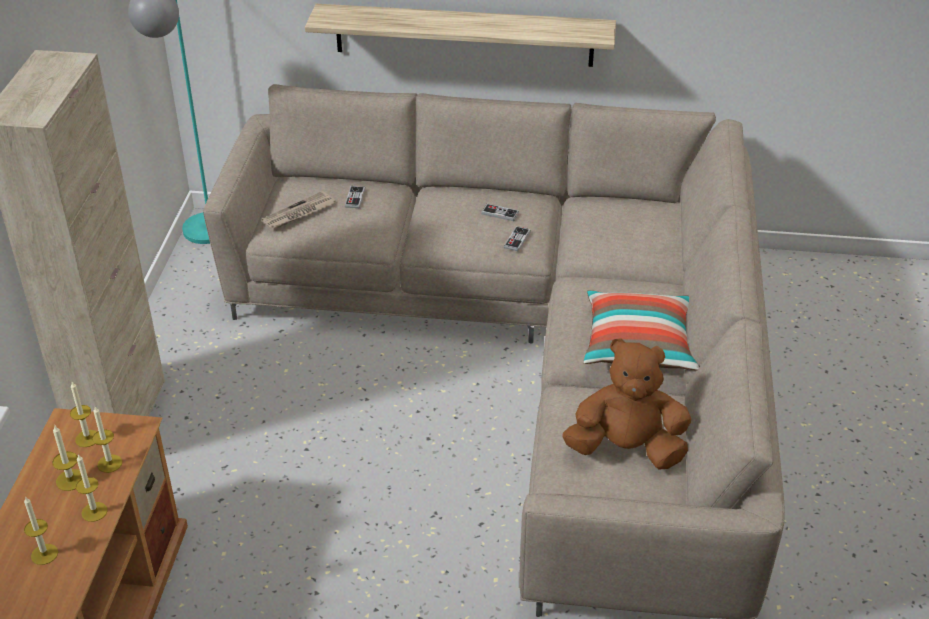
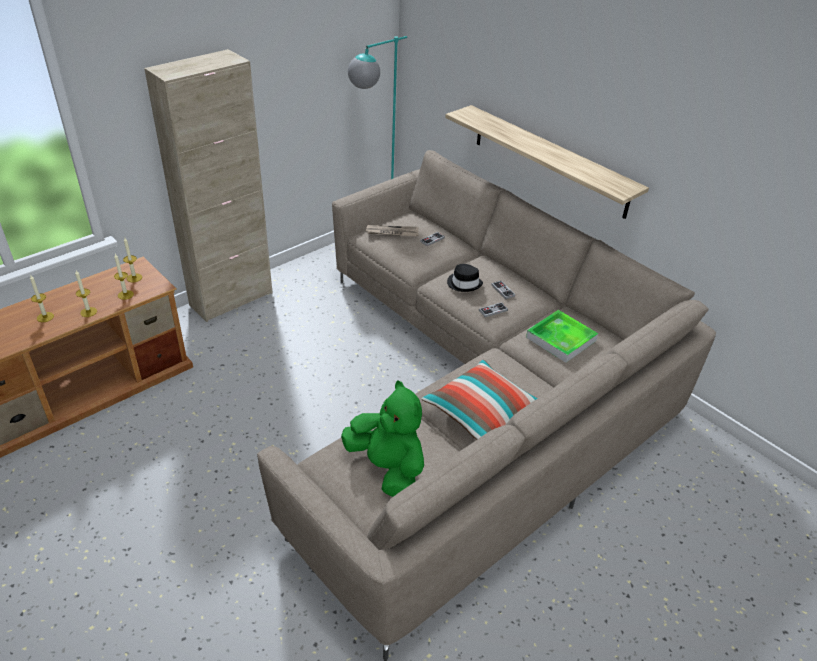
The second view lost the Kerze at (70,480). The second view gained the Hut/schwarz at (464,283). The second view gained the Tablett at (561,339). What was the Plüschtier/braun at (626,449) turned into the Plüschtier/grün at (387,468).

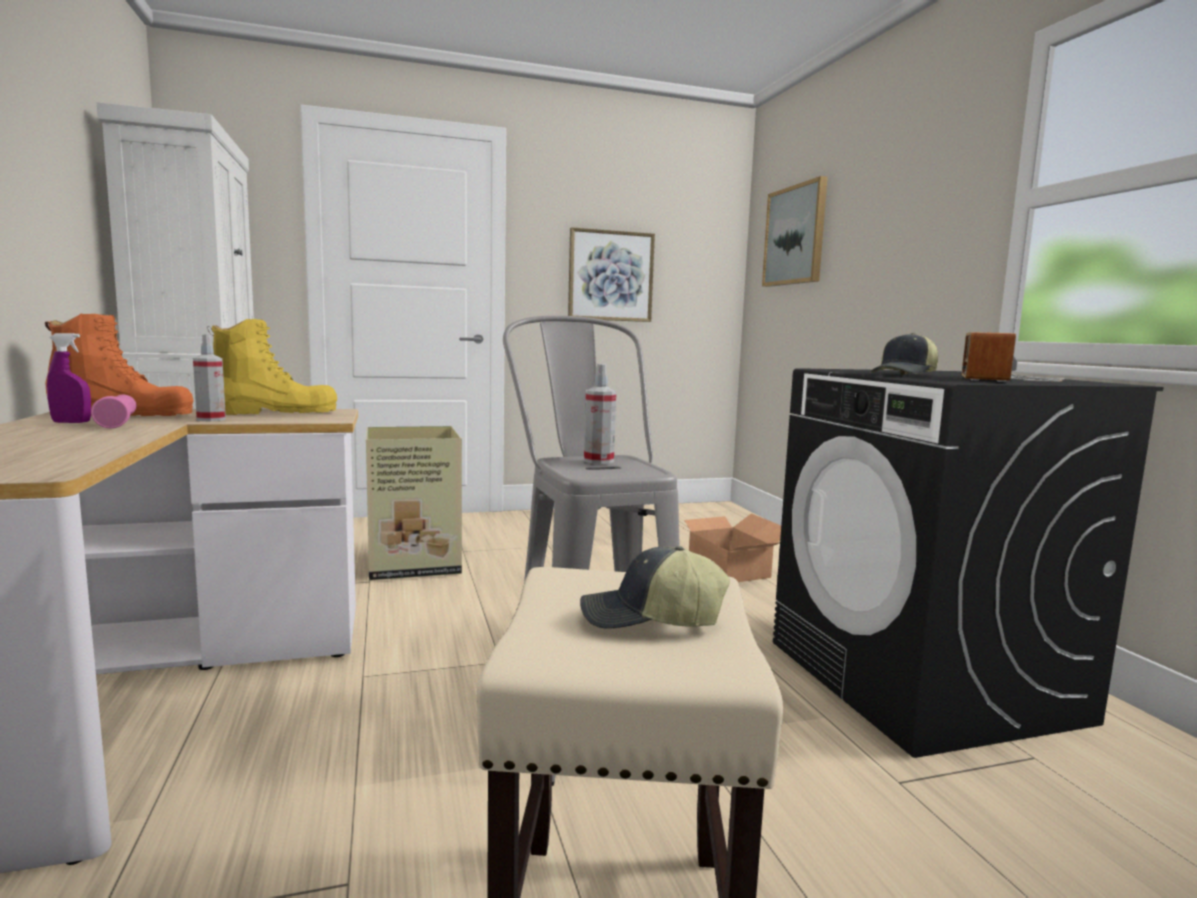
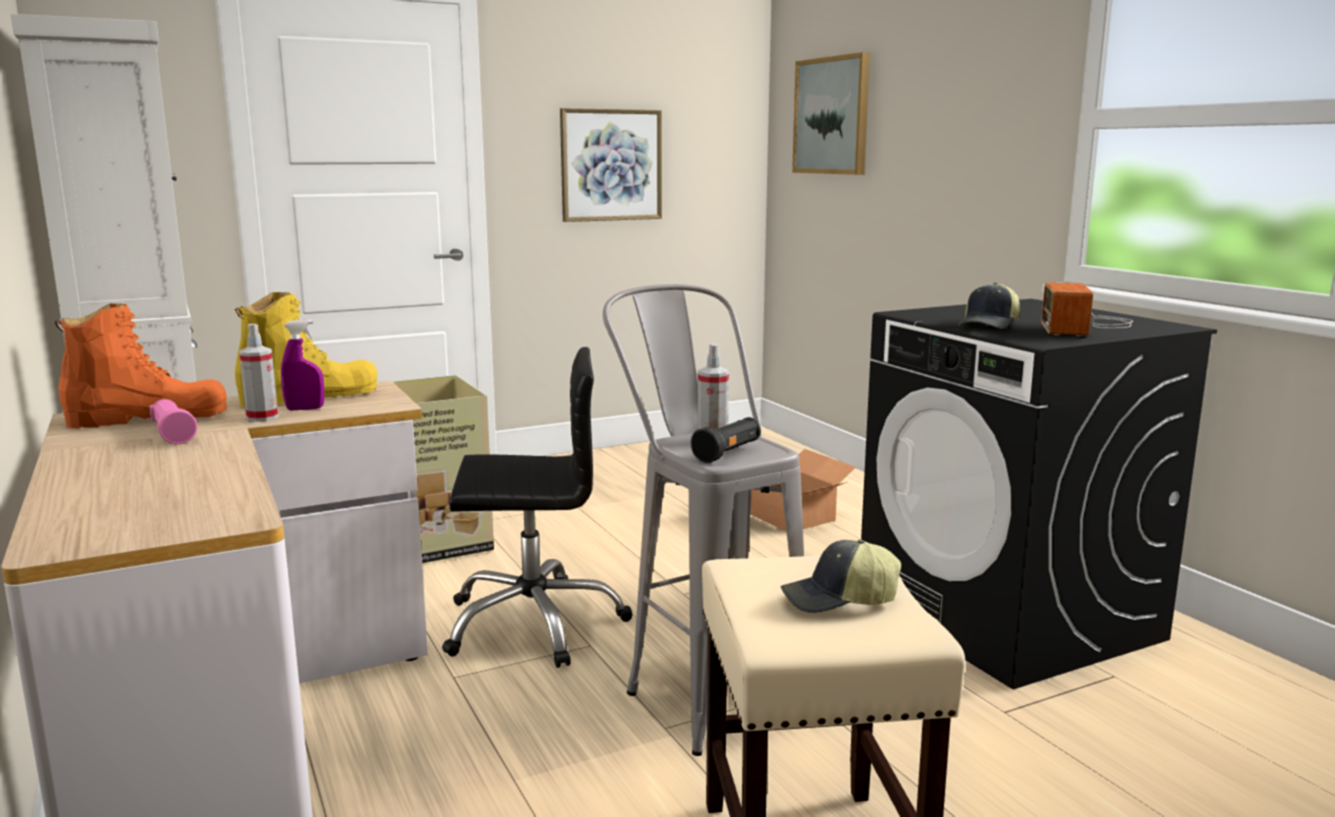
The second view gained the Bürostuhl/schwarz at (534,623). The second view gained the Taschenlampe/schwarz at (728,453). The Sprühflasche/lila ended up elsewhere, having gone from (71,422) to (305,409).

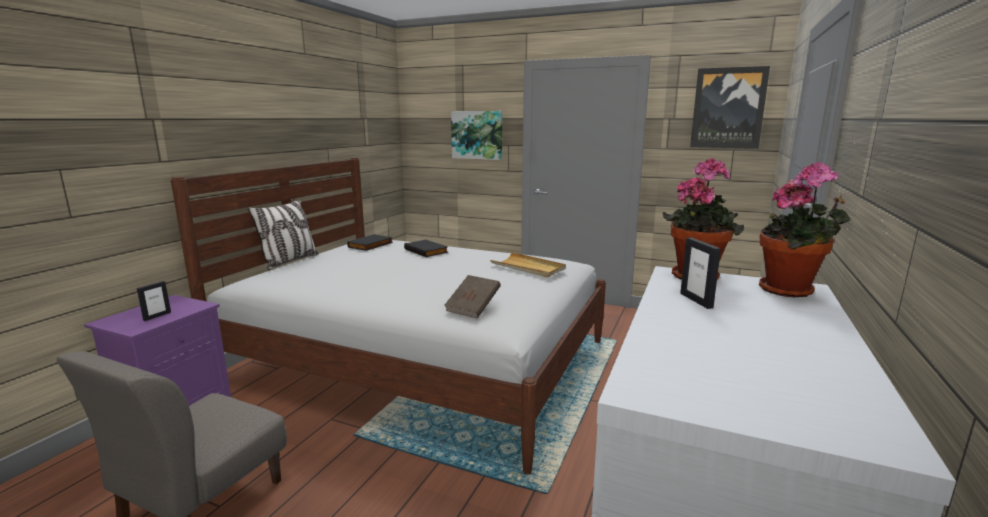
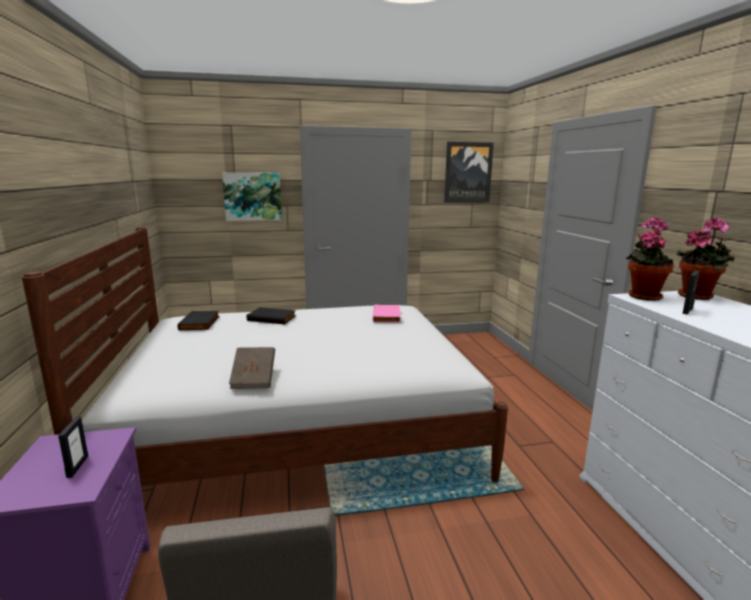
The second view lost the Kissen at (289,261). The Buch/braun ended up elsewhere, having gone from (473,308) to (254,379). Where the Tablett/beige stood at (528,267), the Buch/rosa came to stand at (387,316). The Bilderrahmen at (696,300) ended up facing another way, 90 degrees clockwise from before.

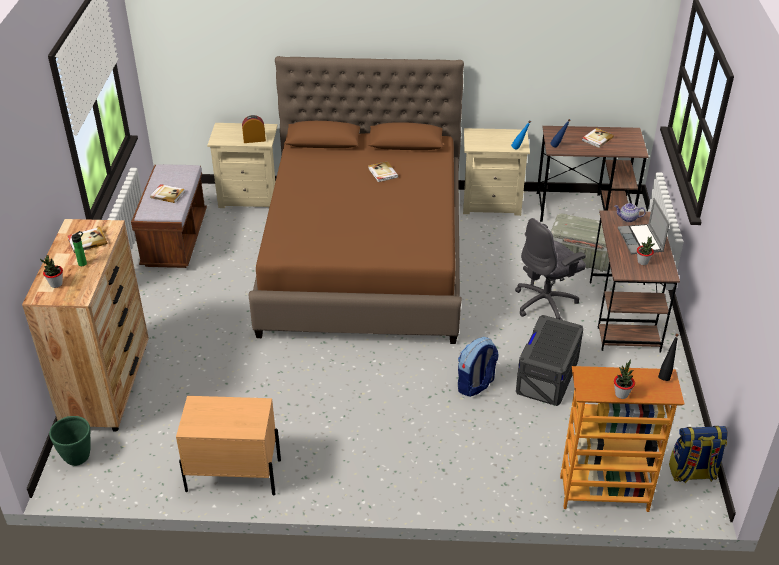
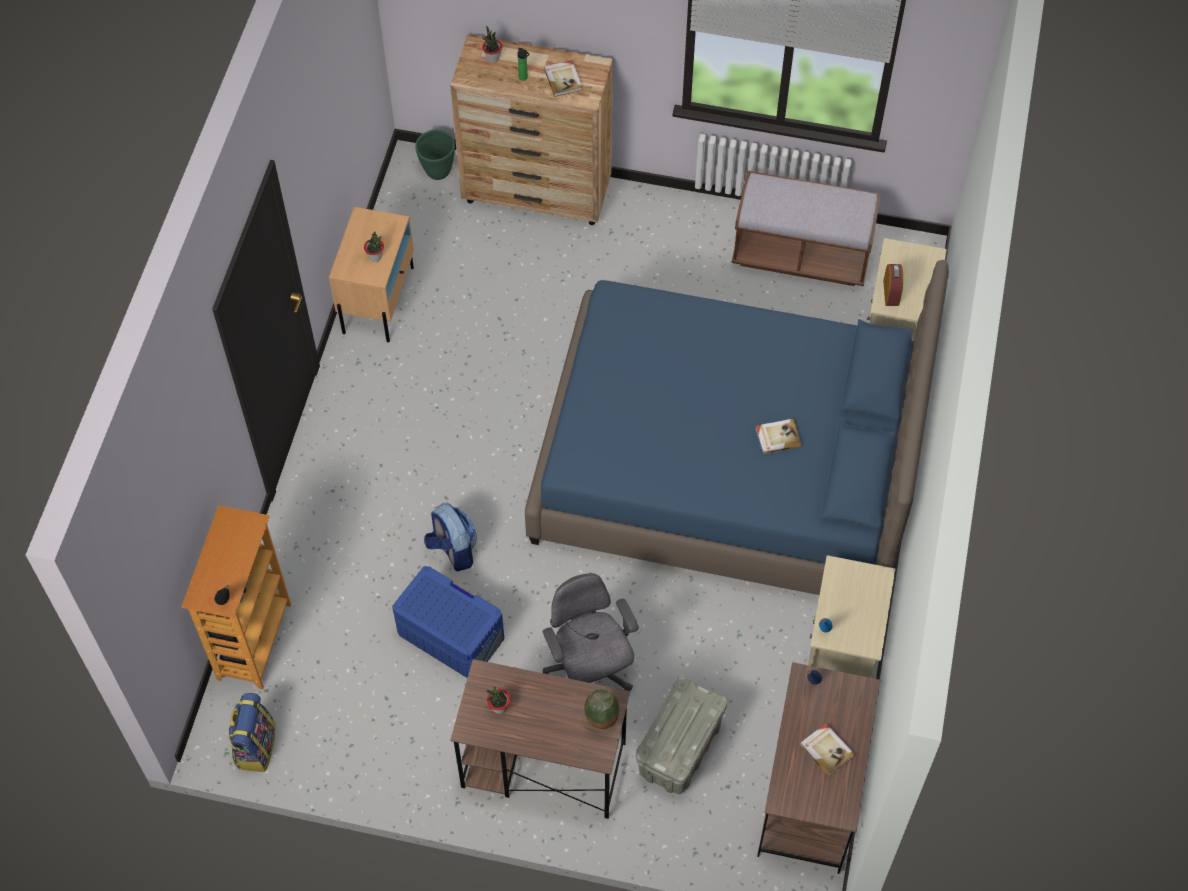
The second view lost the Buch at (167,194). The second view lost the Laptop at (641,241). The Topfpflanze ended up elsewhere, having gone from (621,394) to (375,257). Where the Teekanne stood at (628,219), the Vase came to stand at (601,722). What was the Bett/braun at (364,258) turned into the Bett/blau at (727,466). What was the Aufbewahrungsbox/grau at (547,375) turned into the Aufbewahrungsbox/blau at (450,635).

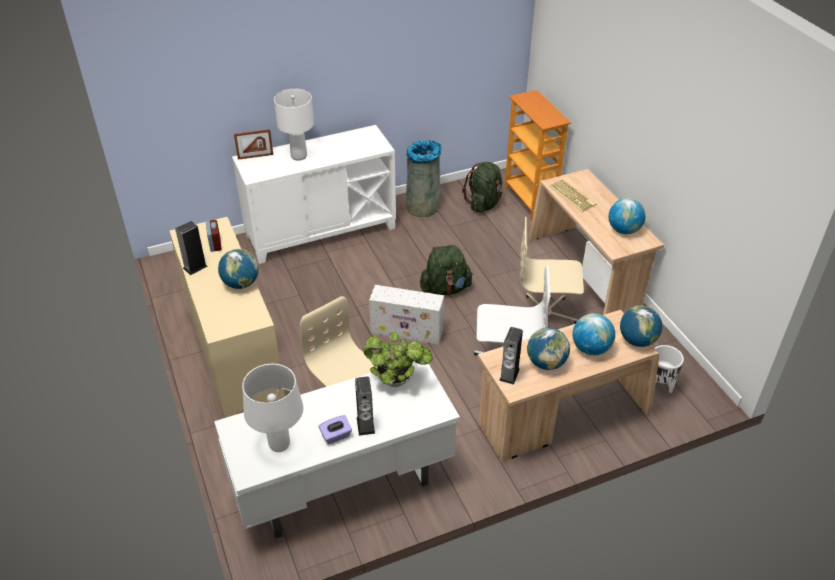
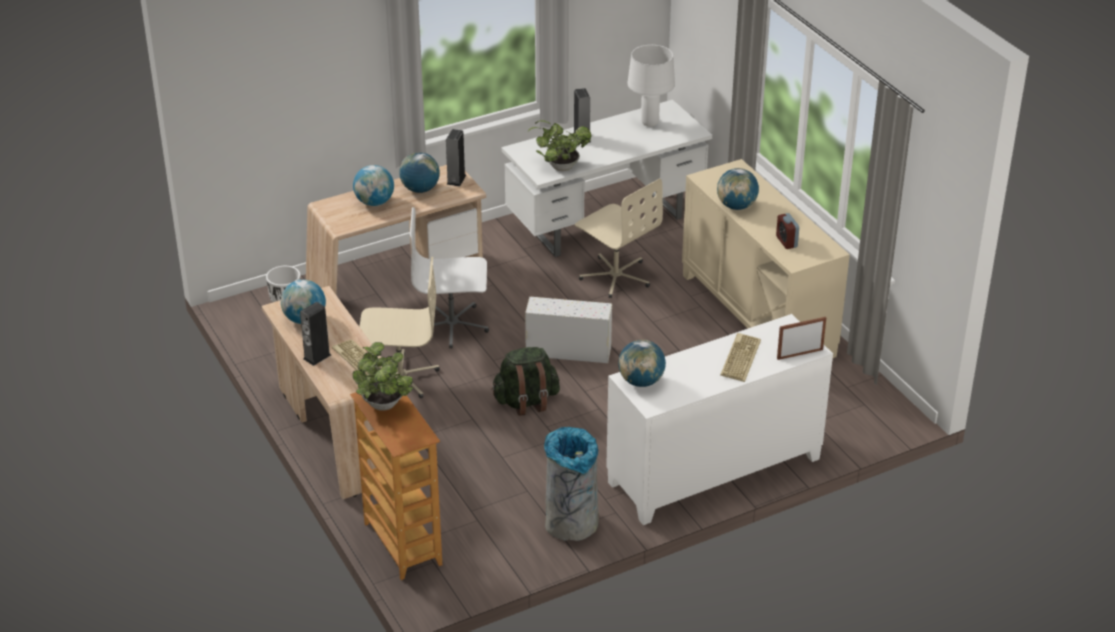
The second view lost the Taschentuchbox/lila at (336,436). The second view lost the Rucksack/grün at (484,204). The second view gained the Topfpflanze at (384,406). The Lautsprecher ended up elsewhere, having gone from (195,267) to (317,357). The Globus ended up elsewhere, having gone from (637,340) to (641,381). Where the Tischlampe/weiß stood at (299,156), the Tastatur came to stand at (739,357).

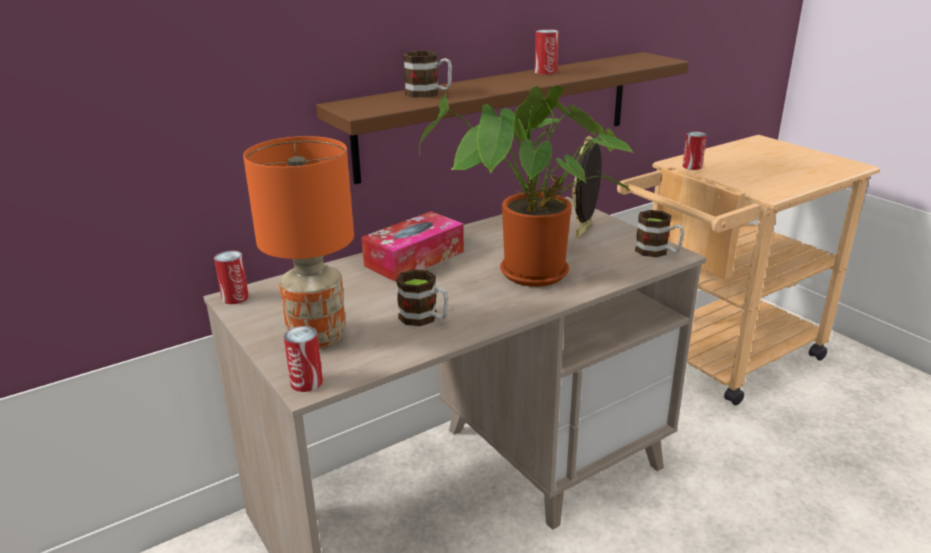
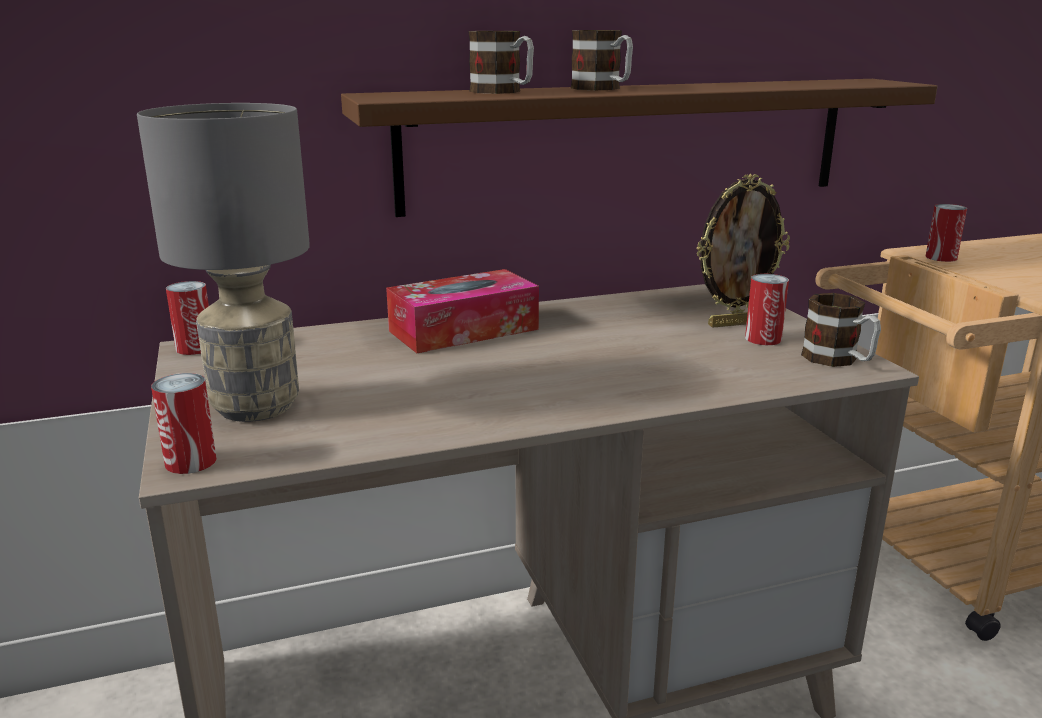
The second view lost the Topfpflanze at (530,277). The Henkelbecher ended up elsewhere, having gone from (424,319) to (603,89). The Dose ended up elsewhere, having gone from (545,72) to (763,339). What was the Tischlampe/orange at (318,337) turned into the Tischlampe/grau at (256,407). The Bilderrahmen at (584,232) ended up facing another way, 150 degrees counterclockwise from before.

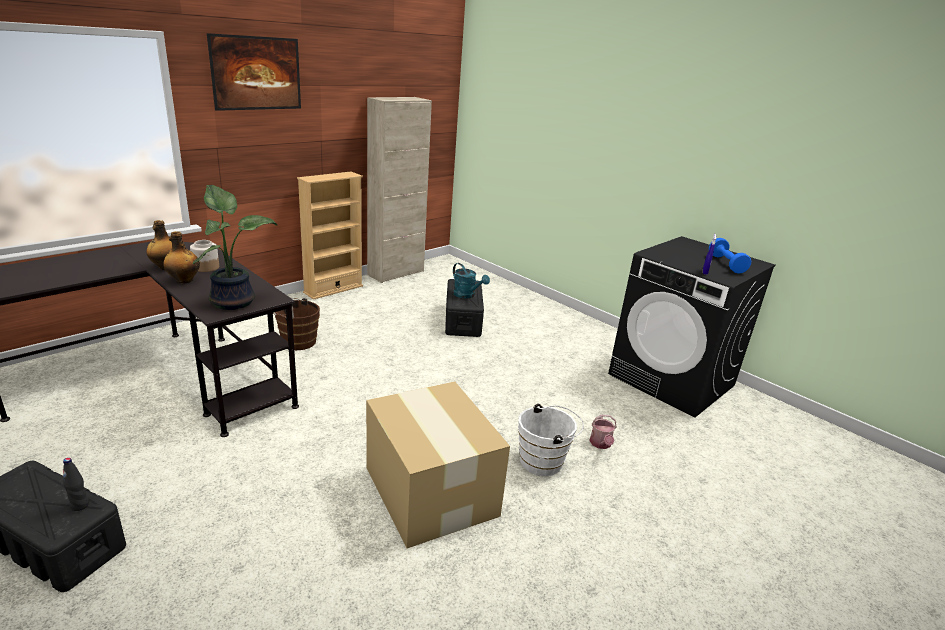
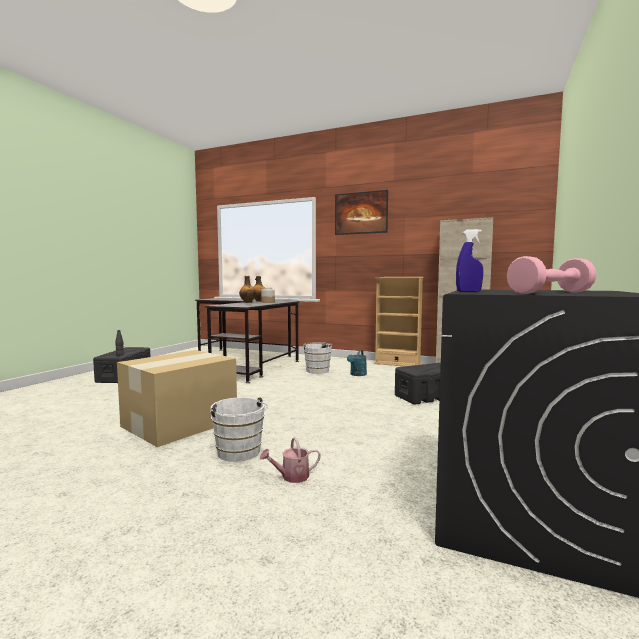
The second view lost the Topfpflanze at (234,301). The Gießkanne/türkis ended up elsewhere, having gone from (467,295) to (357,374). What was the Eimer/braun at (296,341) turned into the Eimer/weiß at (317,370). What was the Hantel/blau at (726,264) turned into the Hantel/rosa at (550,293).

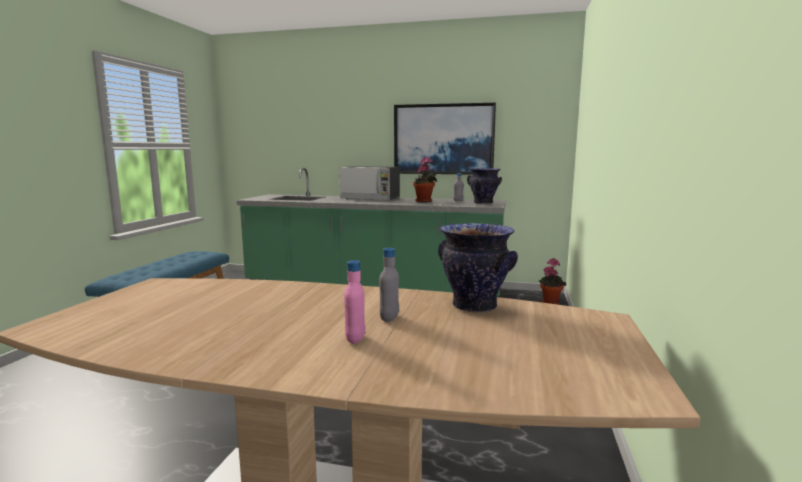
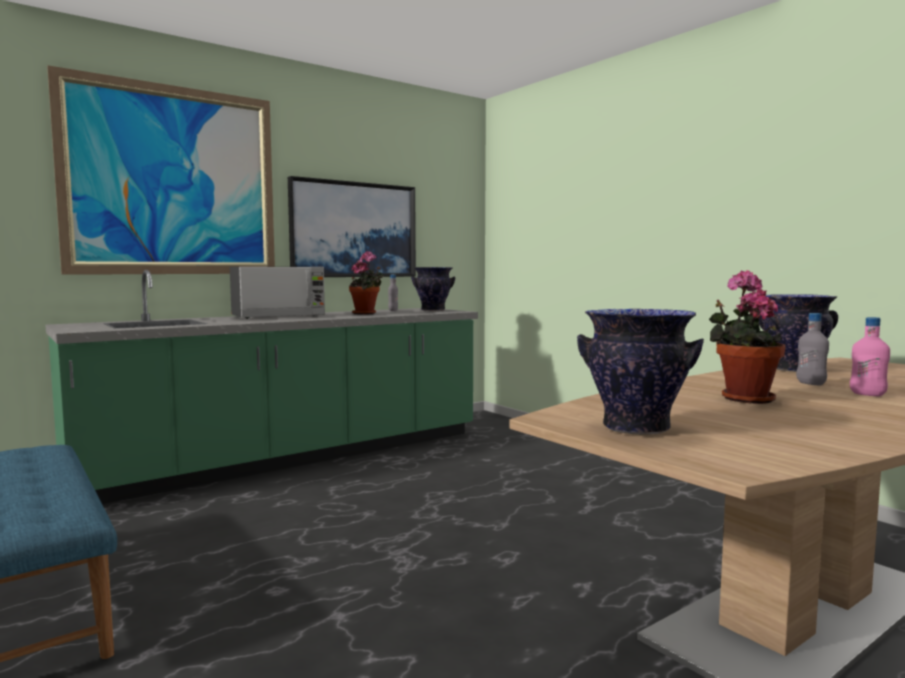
The second view gained the Bild at (173,181). The second view gained the Vase at (636,428). The Topfpflanze ended up elsewhere, having gone from (550,302) to (743,398).

